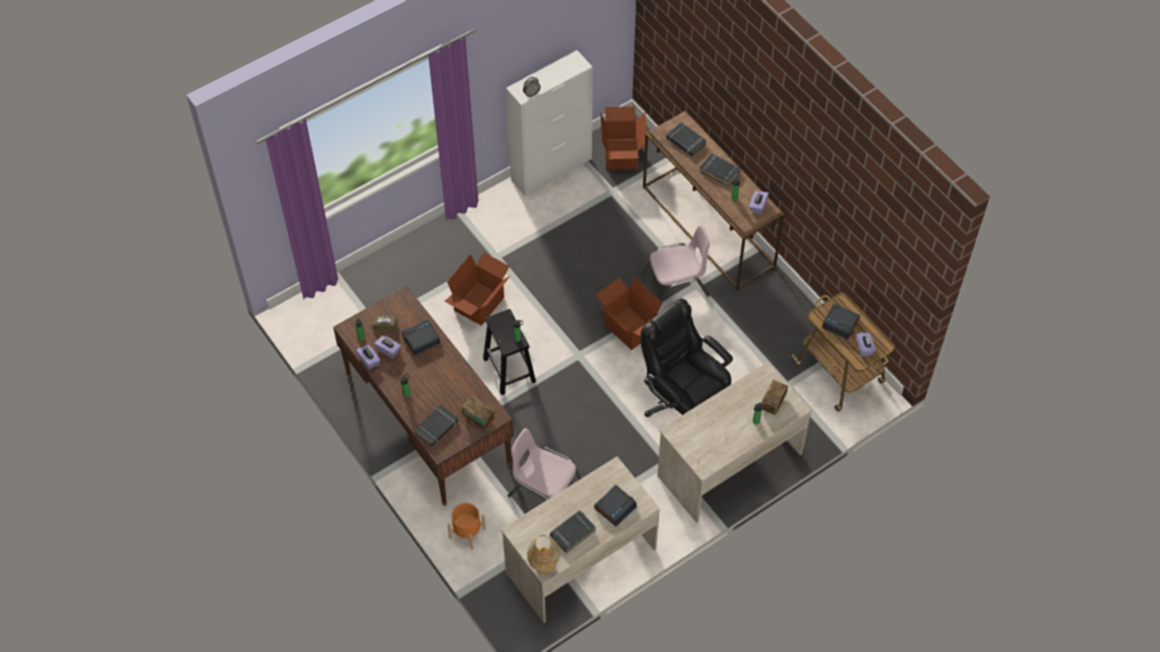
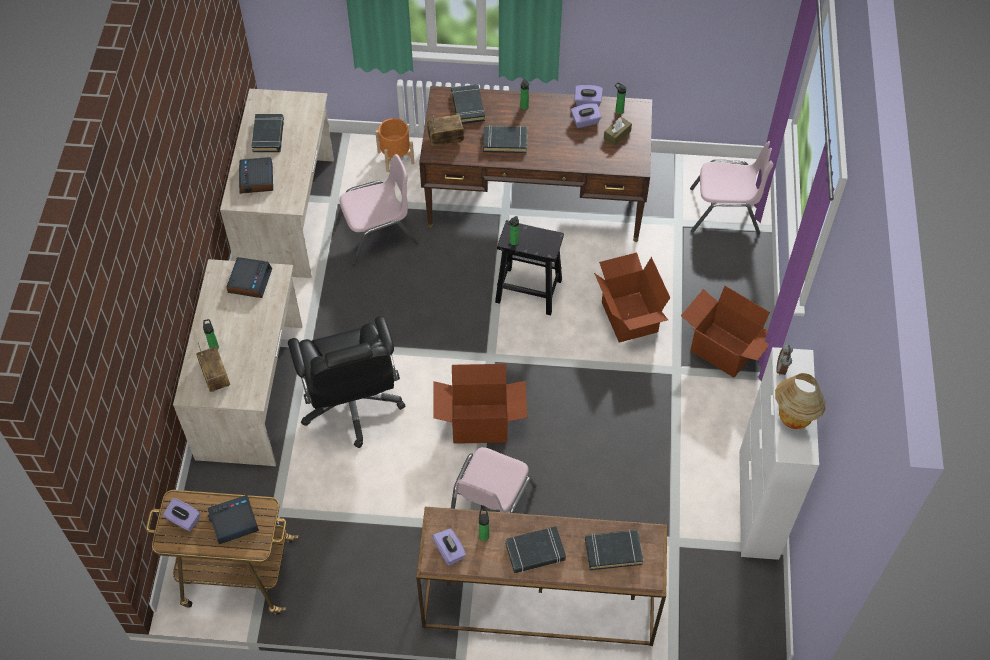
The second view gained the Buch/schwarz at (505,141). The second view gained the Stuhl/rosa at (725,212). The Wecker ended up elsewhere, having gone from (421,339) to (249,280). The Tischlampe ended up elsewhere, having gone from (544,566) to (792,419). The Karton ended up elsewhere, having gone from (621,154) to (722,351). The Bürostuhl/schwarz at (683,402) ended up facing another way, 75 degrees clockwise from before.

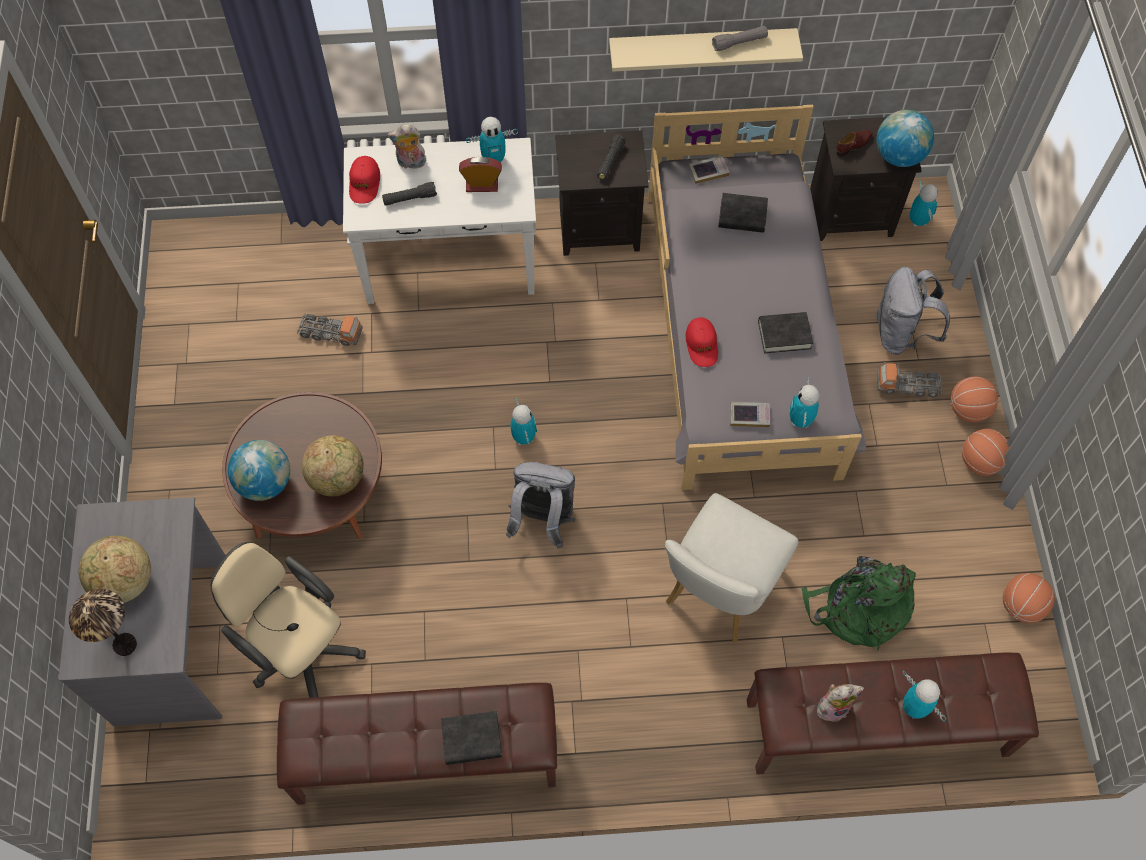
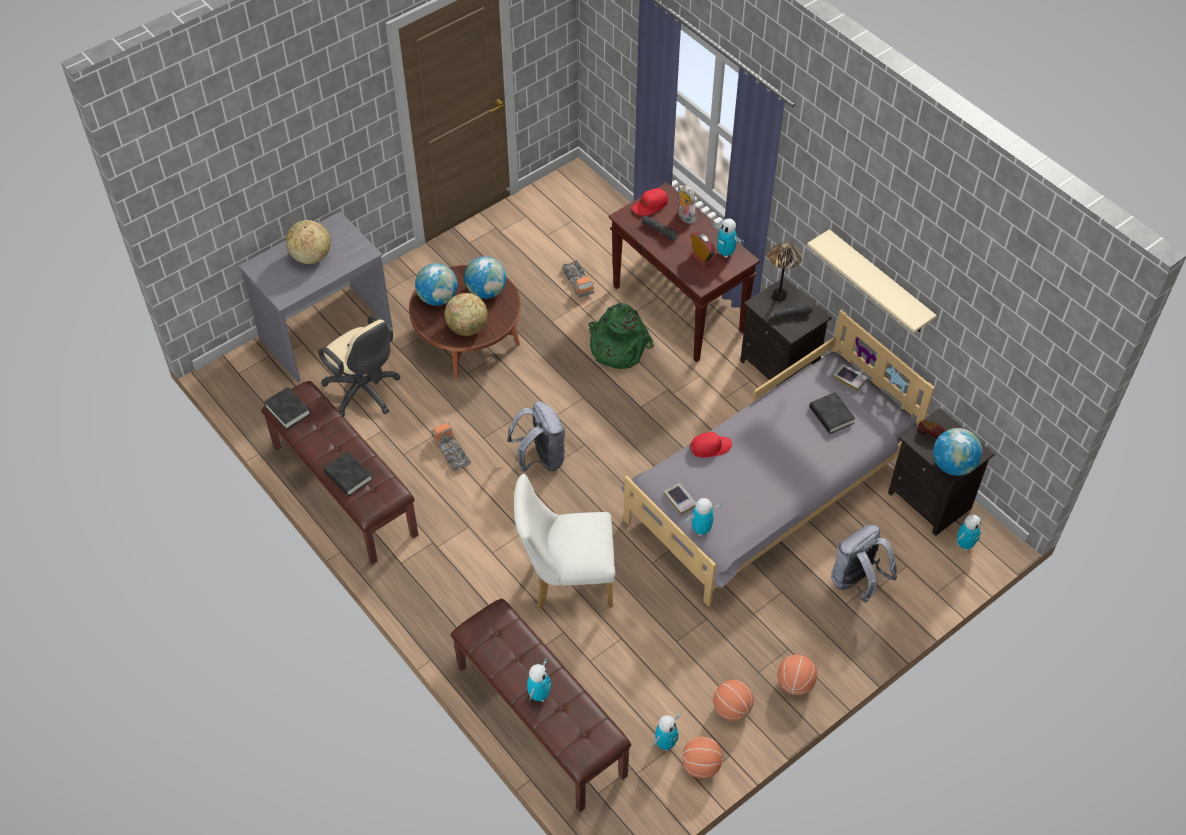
The second view lost the Taschenlampe/grau at (739,43). The second view lost the Plüschtier at (833,706). The second view gained the Globus at (486,291). The Tischlampe ended up elsewhere, having gone from (124,645) to (779,295). The Spielzeugroboter ended up elsewhere, having gone from (523,437) to (665,743). The Buch/schwarz ended up elsewhere, having gone from (784,335) to (288,410). The Rucksack/grün ended up elsewhere, having gone from (857,609) to (617,347). The Spielzeuglaster ended up elsewhere, having gone from (907,385) to (451,452). The Basketball ended up elsewhere, having gone from (968,409) to (732,709). What was the Konsolentisch/weiß at (451,264) turned into the Konsolentisch/braun at (679,309). The Bürostuhl/beige at (301,650) ended up facing another way, 135 degrees clockwise from before. The Kappe/rot at (702,345) ended up facing another way, 150 degrees counterclockwise from before.

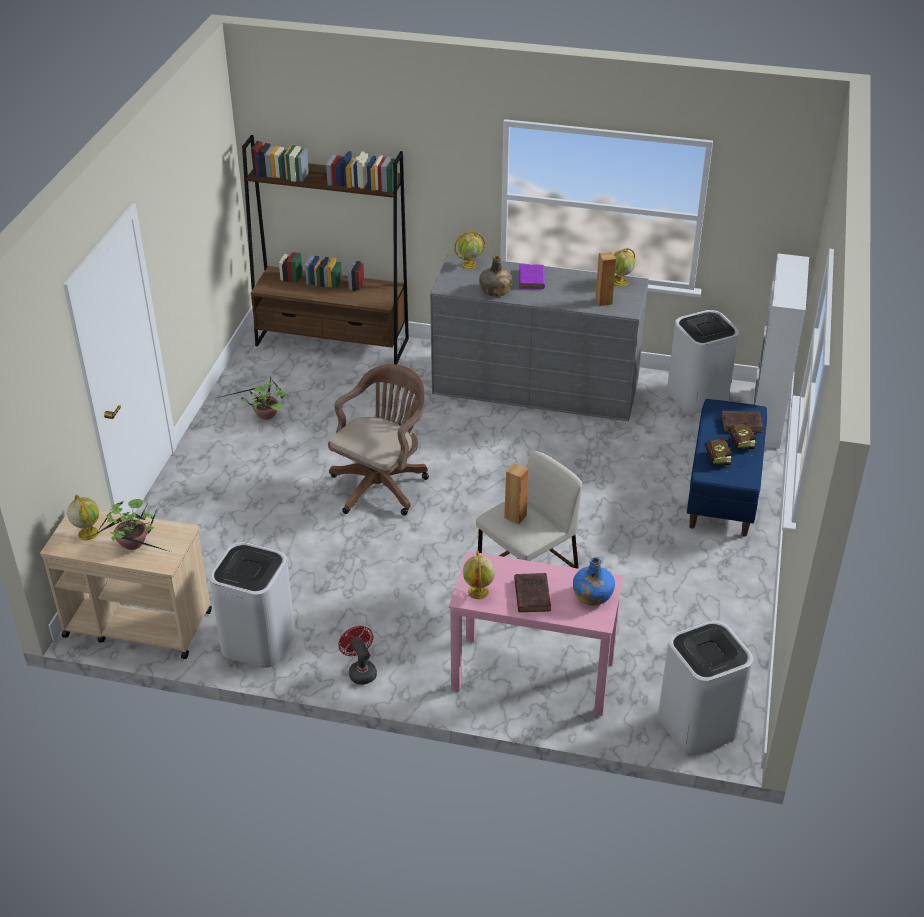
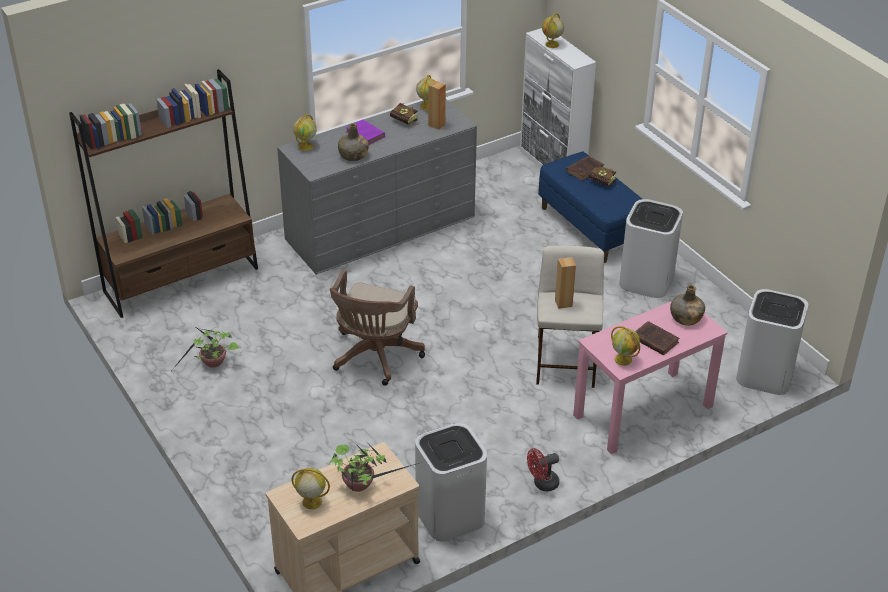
The second view gained the Globus at (552,44). The Mülleimer/weiß ended up elsewhere, having gone from (697,396) to (646,280). The Buch ended up elsewhere, having gone from (718,461) to (406,122). What was the Flasche/blau at (592,595) turned into the Flasche/grün at (685,318). The Bürostuhl/braun at (382,484) ended up facing another way, 150 degrees counterclockwise from before. The Ventilator/rot at (360,671) ended up facing another way, 45 degrees counterclockwise from before.

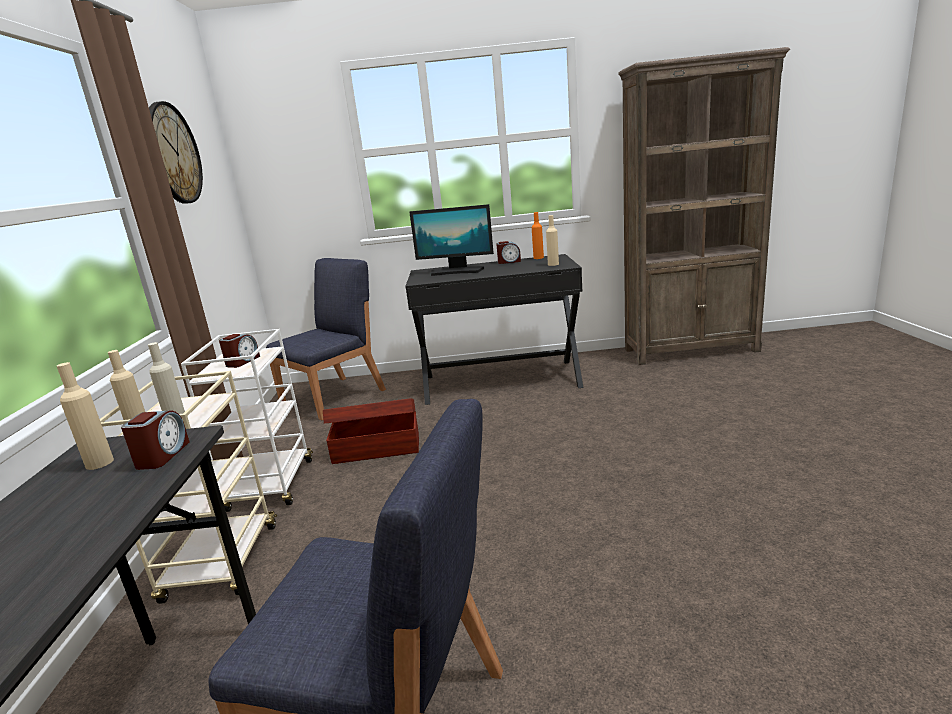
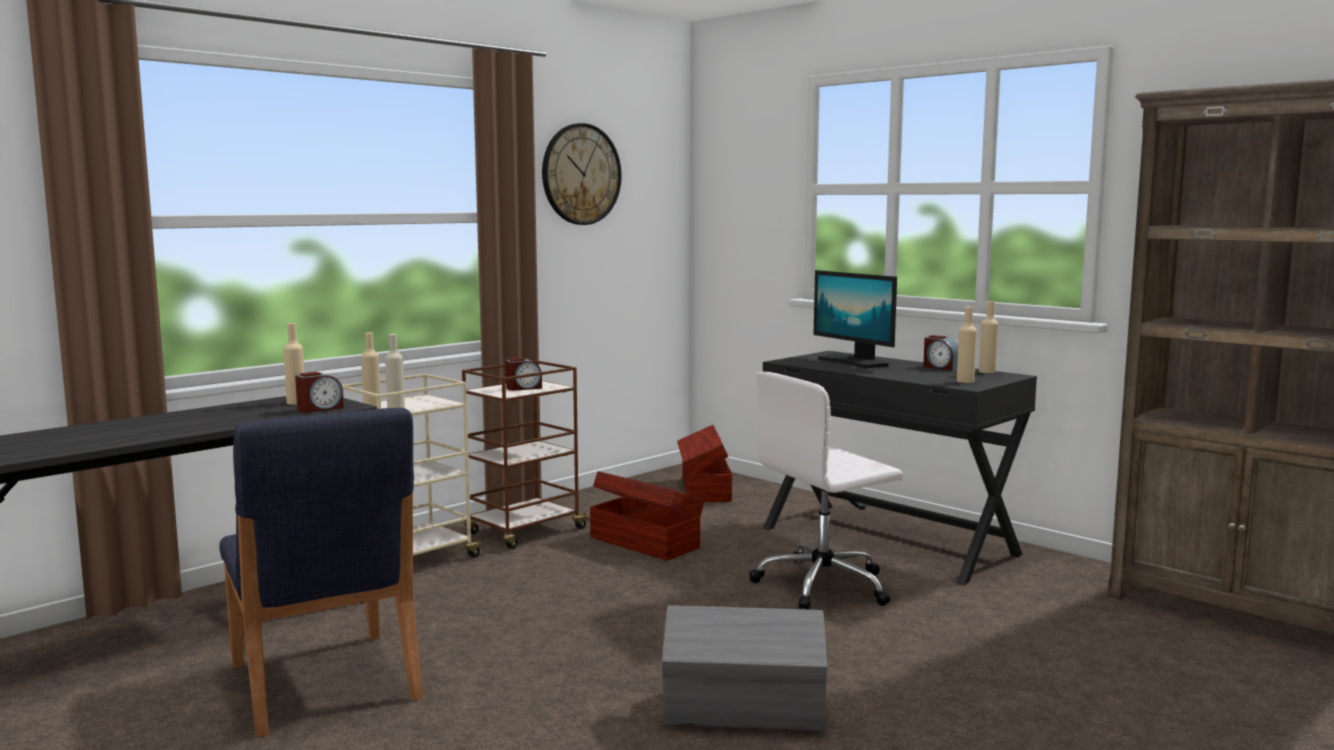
The second view gained the Aufbewahrungsbox/grau at (744,711). The second view gained the Bürostuhl/weiß at (824,585). Where the Stuhl/blau stood at (335,397), the Aufbewahrungsbox/braun came to stand at (704,489). What was the Rollwagen/weiß at (271,486) turned into the Rollwagen/braun at (524,532). What was the Flasche/orange at (538,258) turned into the Flasche/beige at (987,372).

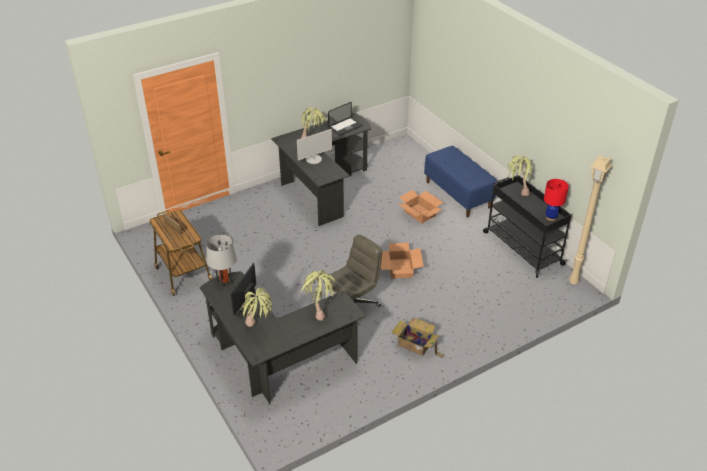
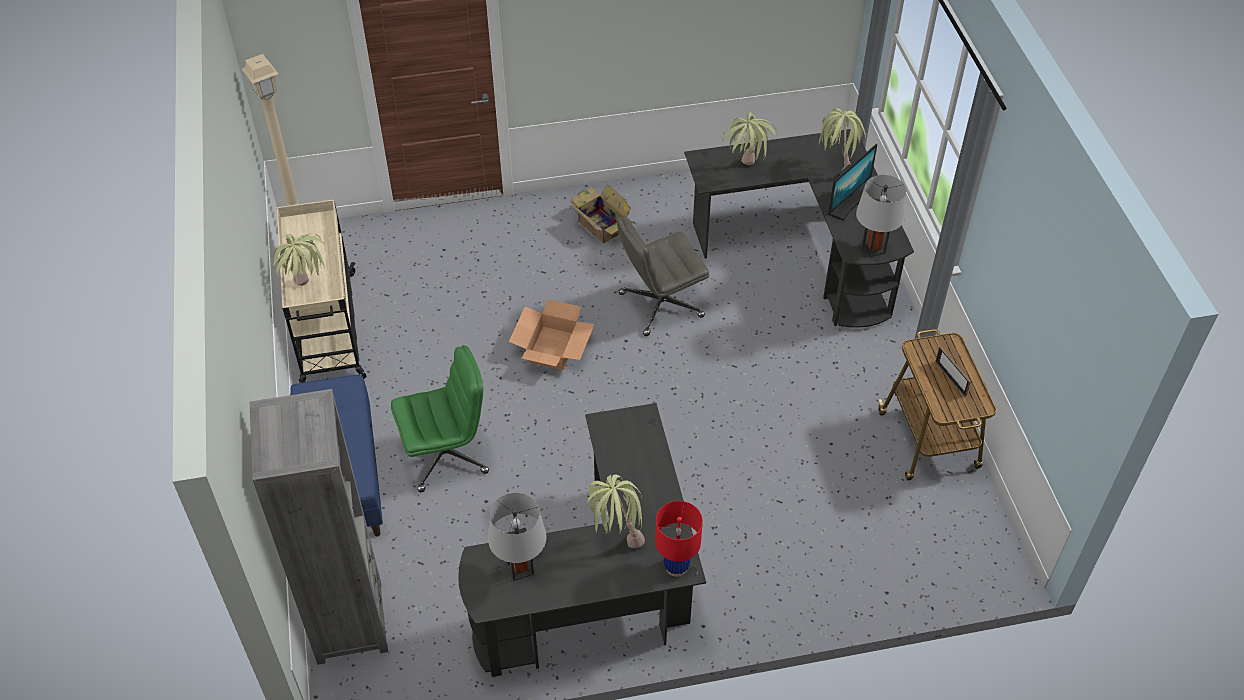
The second view lost the Monitor at (314,159). The second view gained the Bücherregal/grau at (349,621). The Tischlampe/rot ended up elsewhere, having gone from (551,217) to (676,567). Where the Laptop stood at (345,127), the Tischlampe/grau came to stand at (520,569). Where the Karton stood at (420,213), the Bürostuhl/grün came to stand at (446,455). What was the Rollwagen/schwarz at (522,248) turned into the Rollwagen/beige at (328,330).

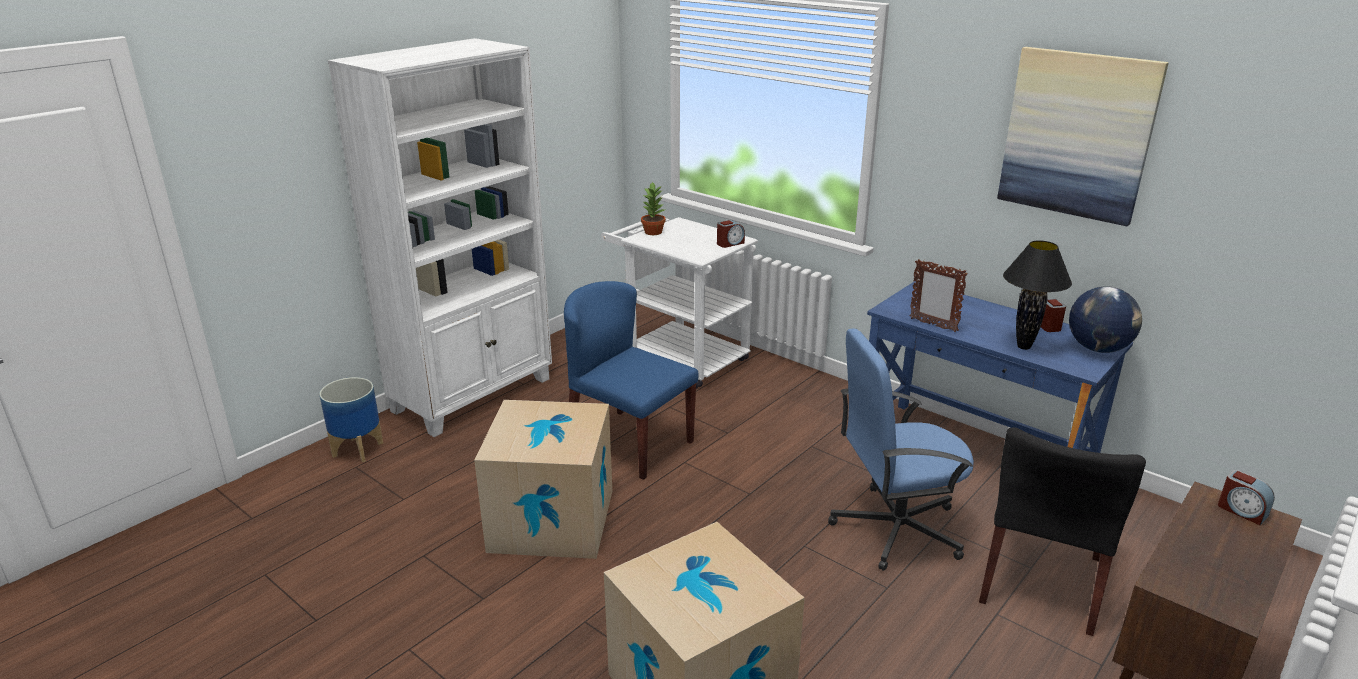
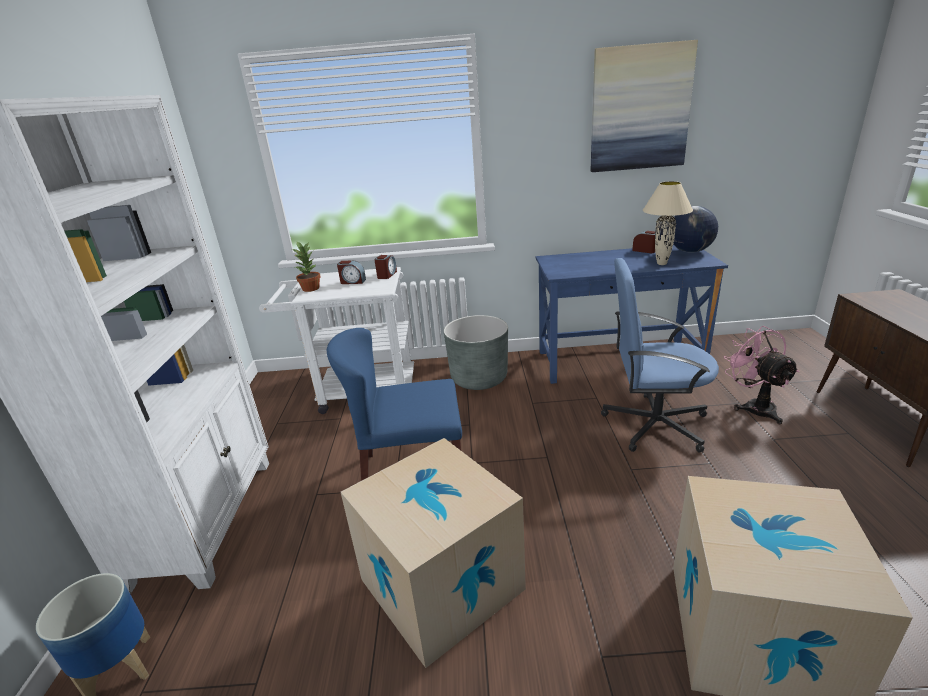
The second view lost the Bilderrahmen at (932,325). The second view gained the Pflanzkübel/grau at (479,378). The Wecker ended up elsewhere, having gone from (1241,511) to (352,282). Where the Stuhl/schwarz stood at (1041,580), the Ventilator/rosa came to stand at (754,406). What was the Tischlampe/schwarz at (1023,347) turned into the Tischlampe/beige at (662,264). The Bürostuhl/blau at (894,528) ended up facing another way, 60 degrees clockwise from before.

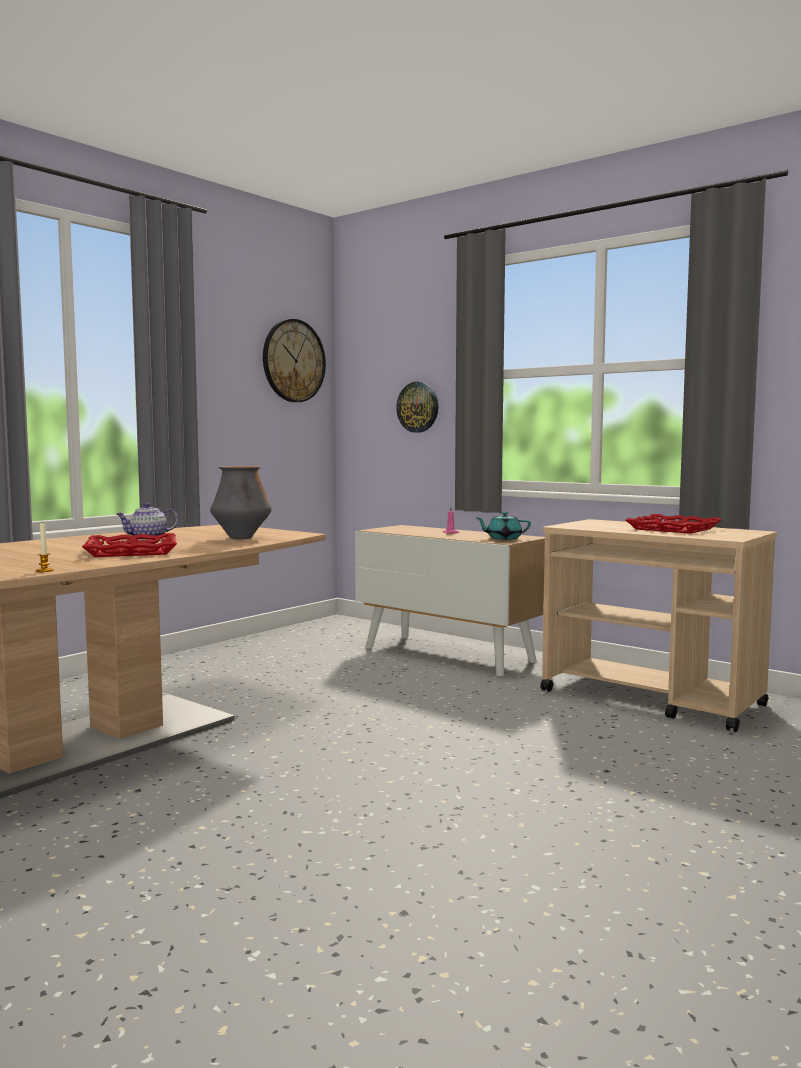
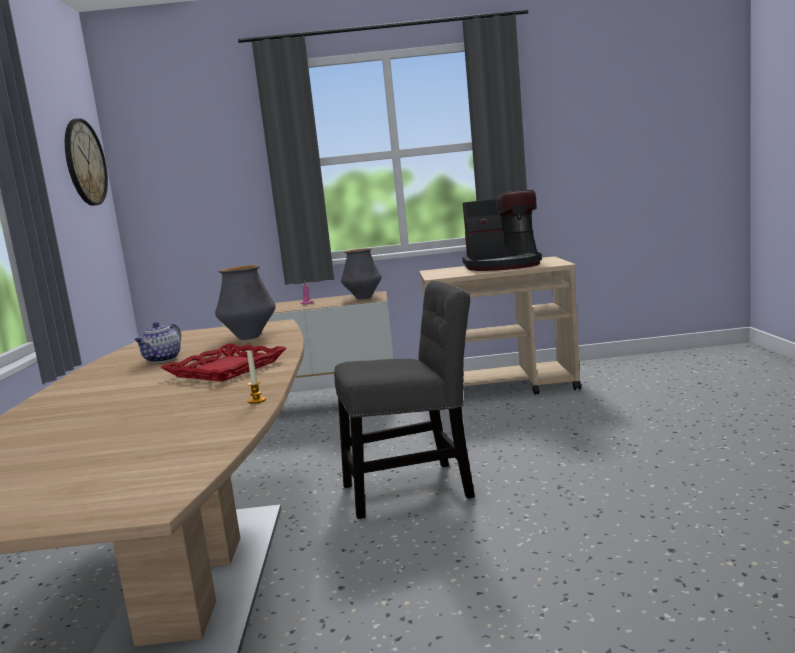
The second view lost the Wanduhr at (418,407). The second view gained the Stuhl/grau at (414,489). Where the Teekanne/türkis stood at (503,538), the Vase came to stand at (363,298). Where the Tablett/rot stood at (673,529), the Kaffeemaschine came to stand at (503,265).

